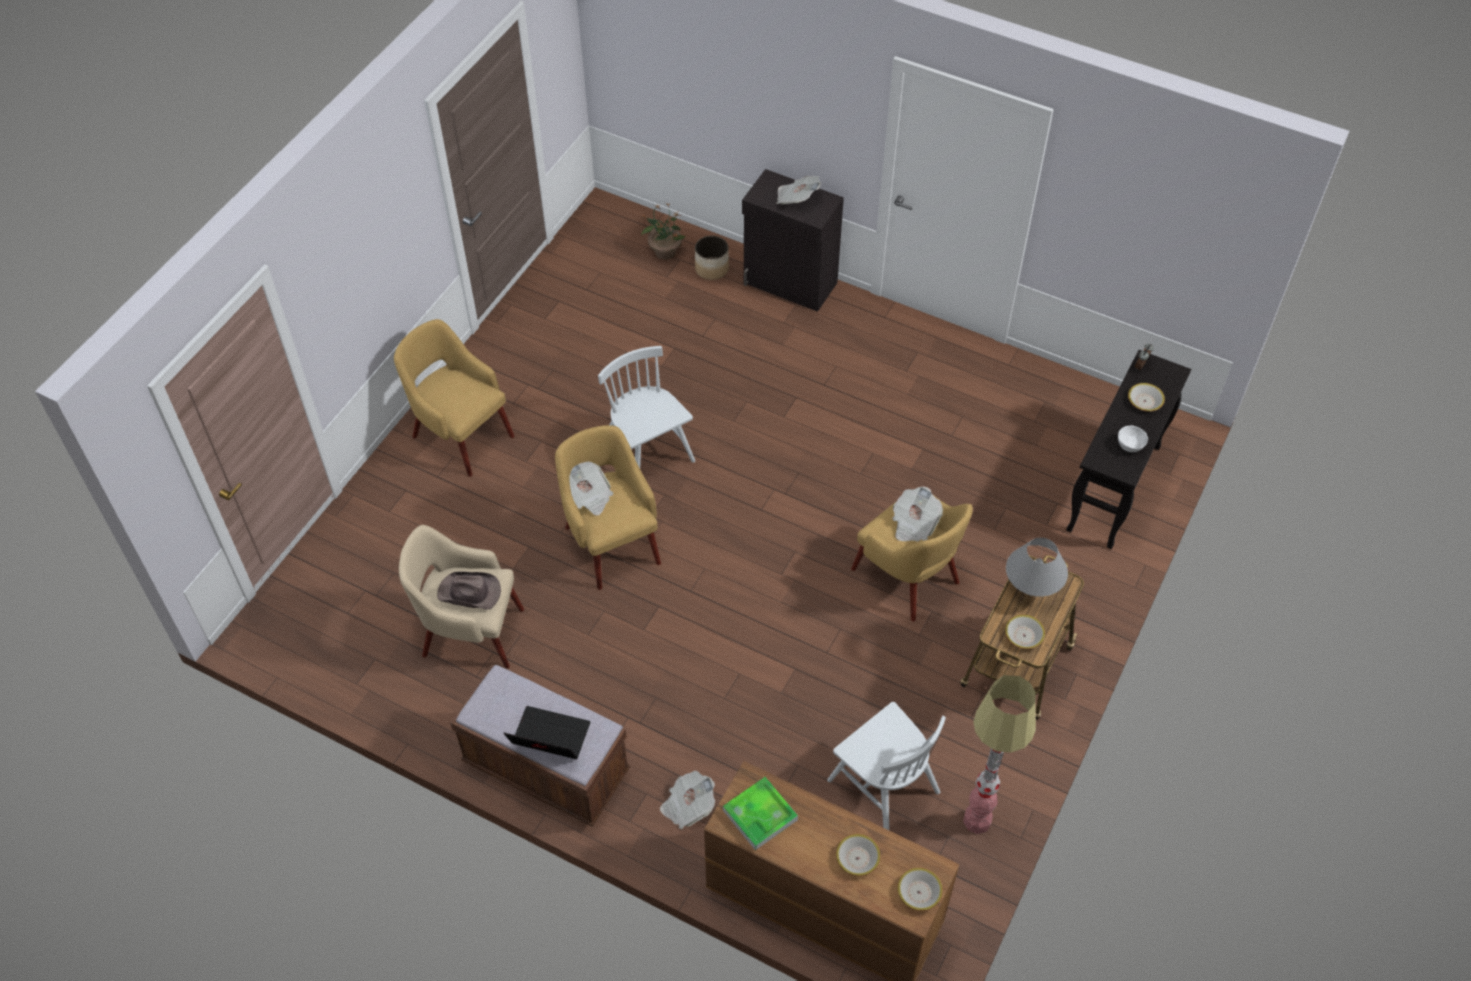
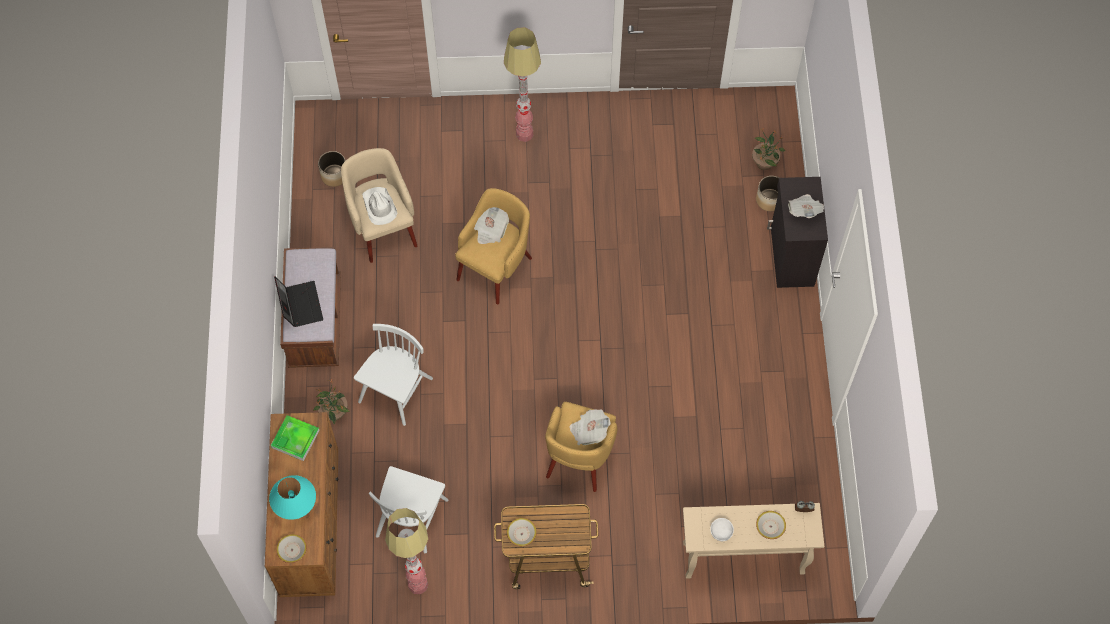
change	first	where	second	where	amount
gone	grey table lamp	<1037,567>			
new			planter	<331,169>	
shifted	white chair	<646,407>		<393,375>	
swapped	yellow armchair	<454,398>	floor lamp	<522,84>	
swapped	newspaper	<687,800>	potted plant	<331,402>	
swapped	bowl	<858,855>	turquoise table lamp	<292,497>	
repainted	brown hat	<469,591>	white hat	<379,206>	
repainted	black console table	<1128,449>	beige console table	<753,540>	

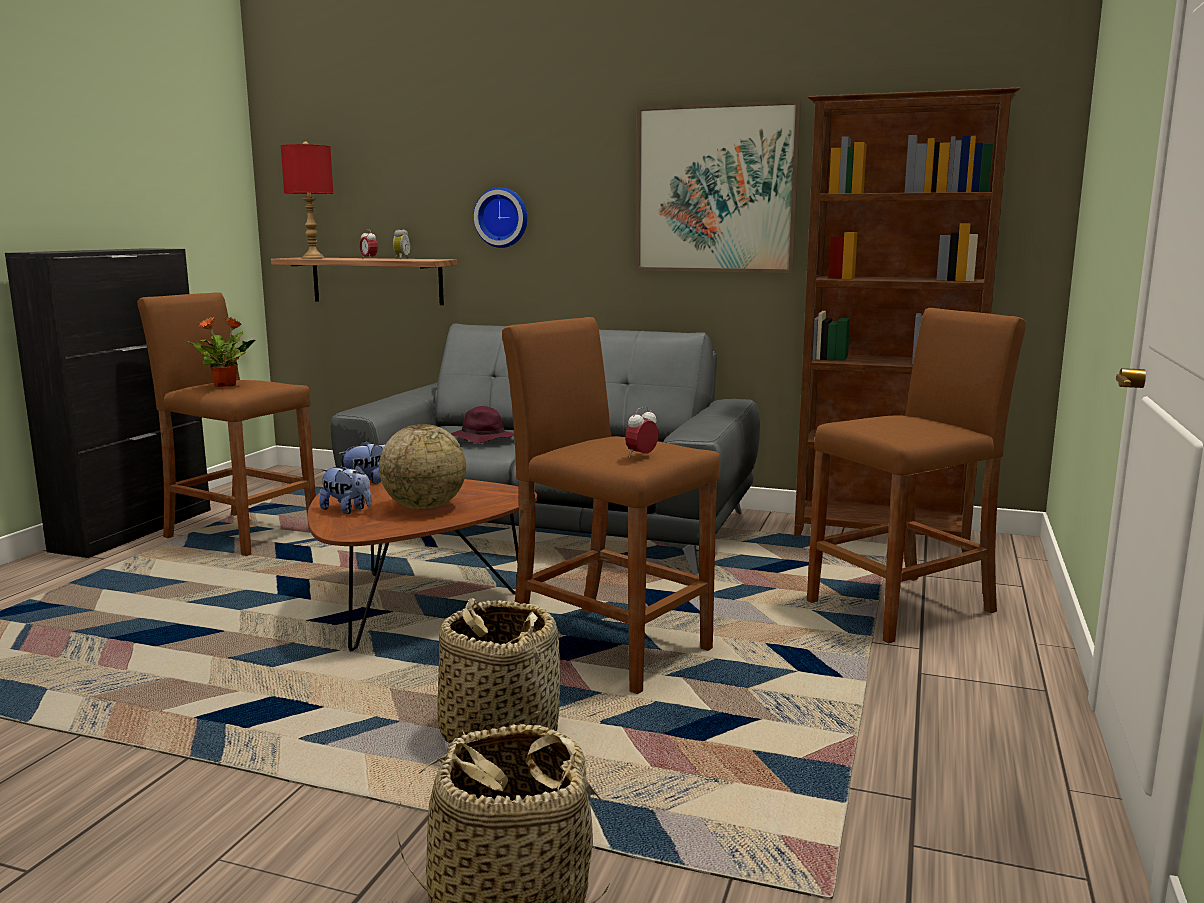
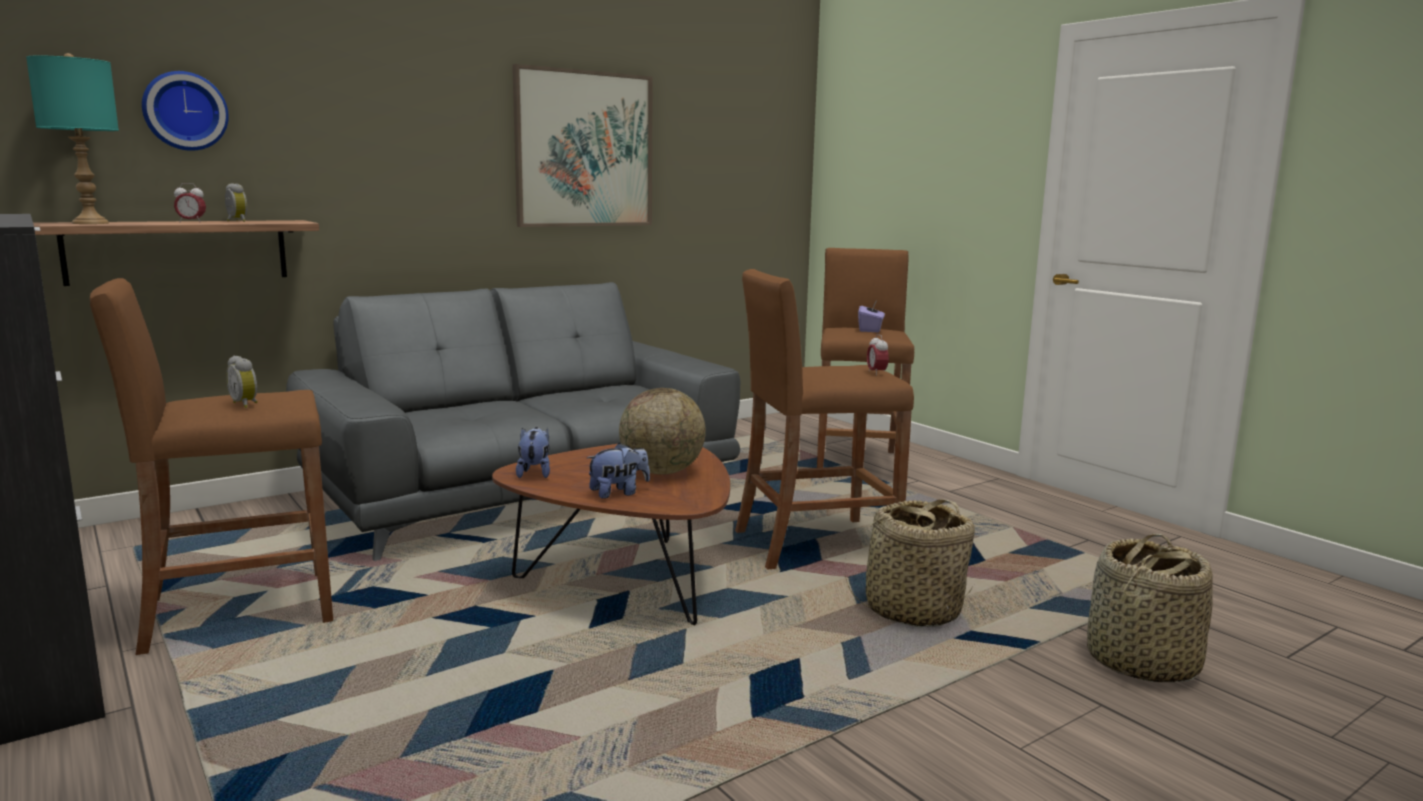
change	first	where	second	where	amount
gone	purple hat	<482,425>			
gone	brown bookcase	<907,320>			
new			purple tissue box	<871,315>	
shifted	wall clock	<501,217>		<185,111>	
swapped	potted plant	<221,352>	alarm clock	<242,382>	
repainted	red table lamp	<307,200>	turquoise table lamp	<72,138>	

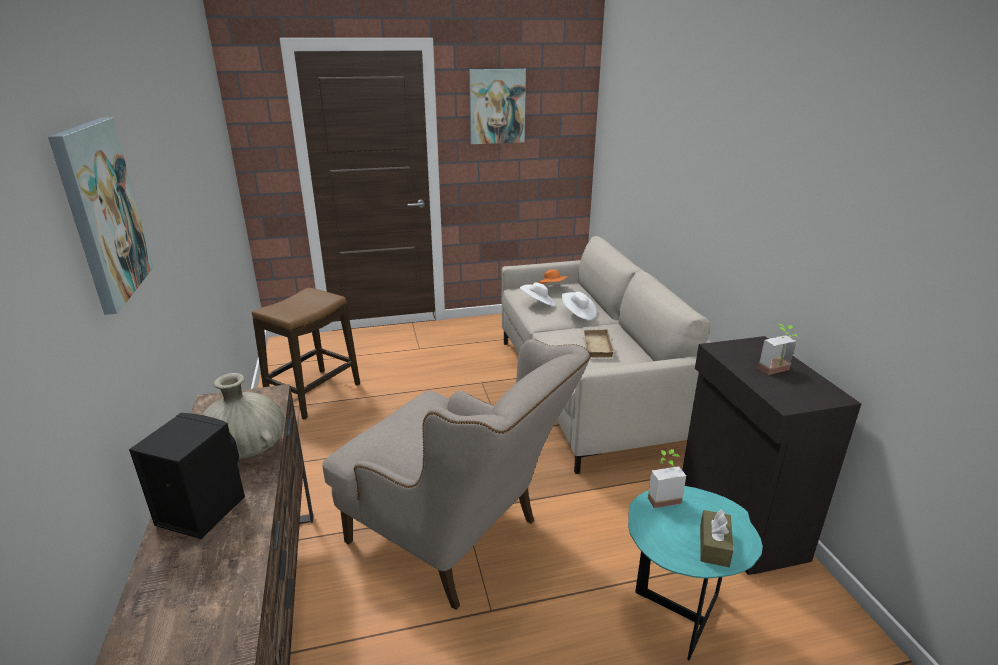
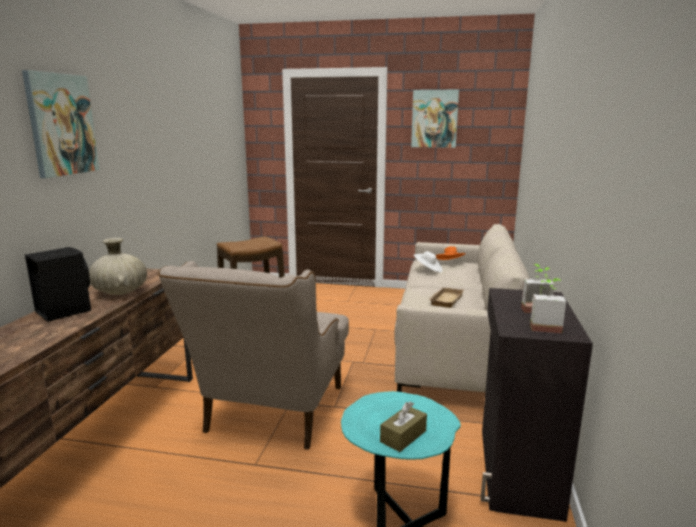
change	first	where	second	where	amount
gone	white hat	<579,306>			
shifted	potted plant	<667,478>		<548,306>	
rotated	beige armchair	<456,474>		<253,355>	45 degrees clockwise

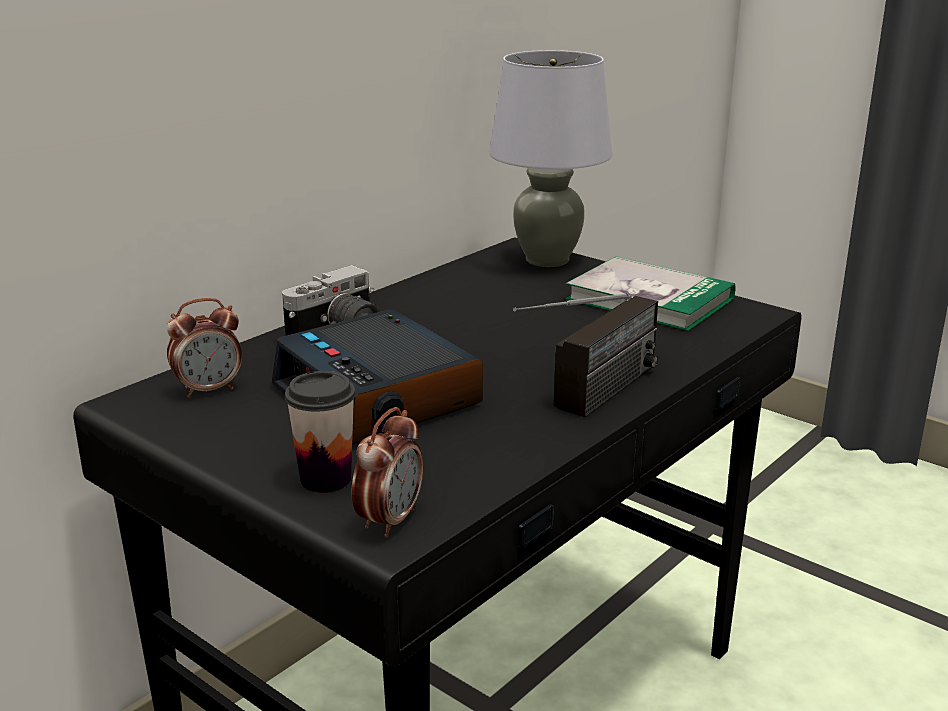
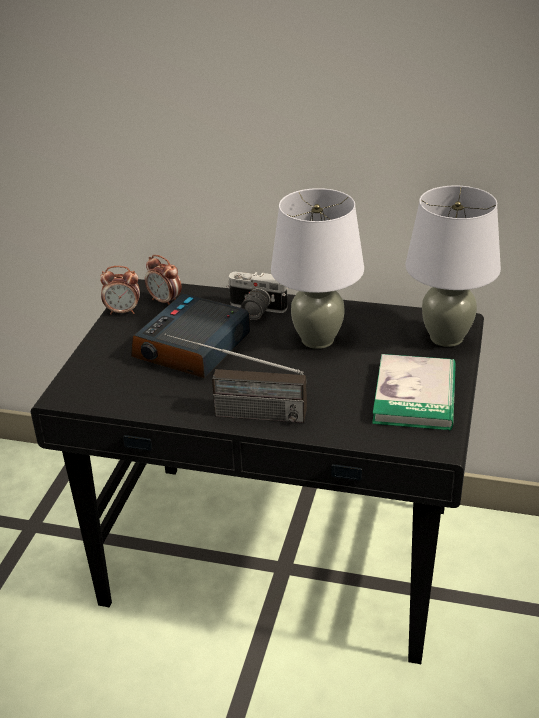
change	first	where	second	where	amount
gone	cup	<320,432>			
new			grey table lamp	<317,268>	
shifted	alarm clock	<387,472>		<120,290>	

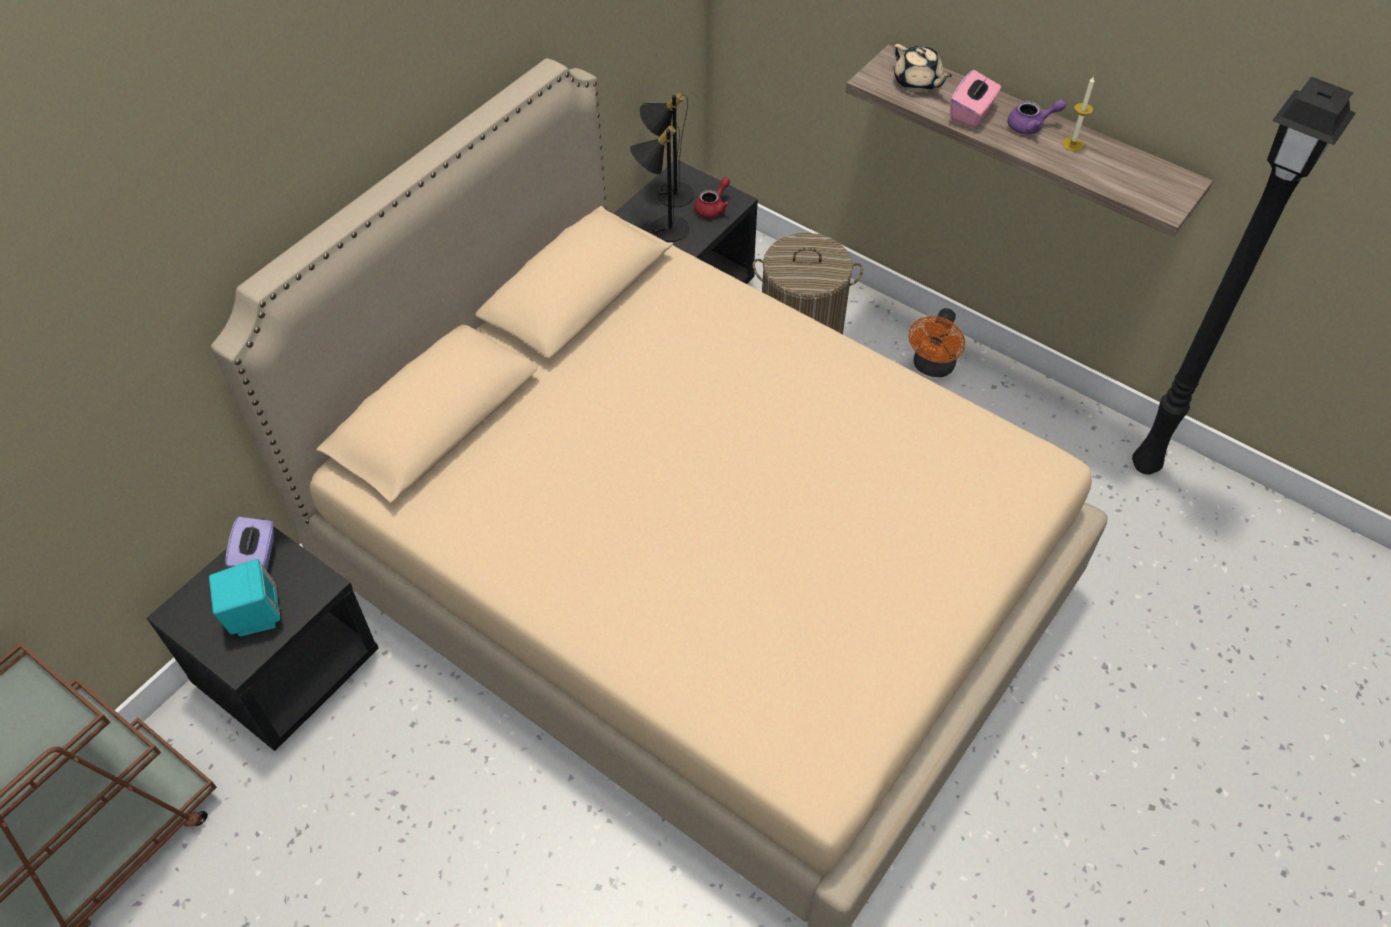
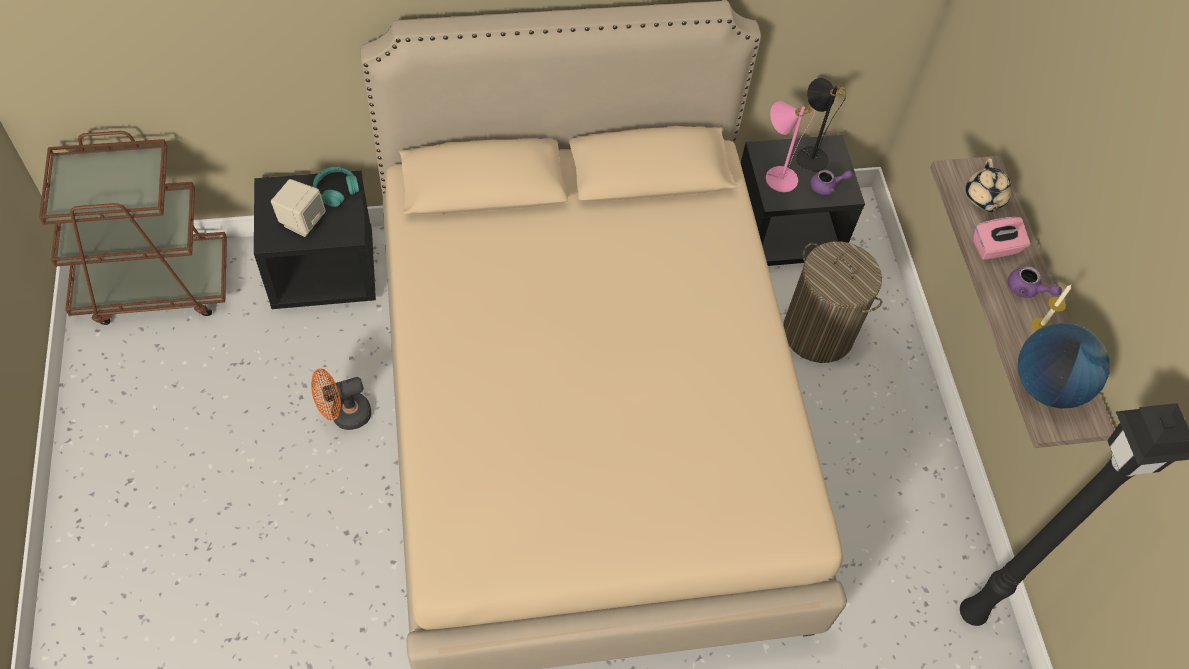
change	first	where	second	where	amount
new			globe	<1063,365>	
shifted	orange fan	<936,342>		<341,399>	
swapped	purple tissue box	<249,544>	turquoise headphones	<336,187>	
repainted	turquoise speaker	<244,597>	beige speaker	<298,208>	
repainted	black table lamp	<660,183>	pink table lamp	<790,146>	
repainted	red teapot	<712,197>	purple teapot	<831,182>	

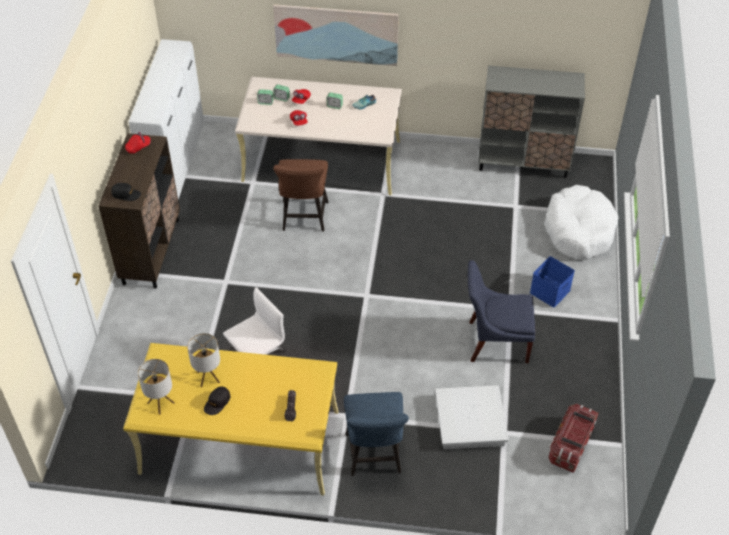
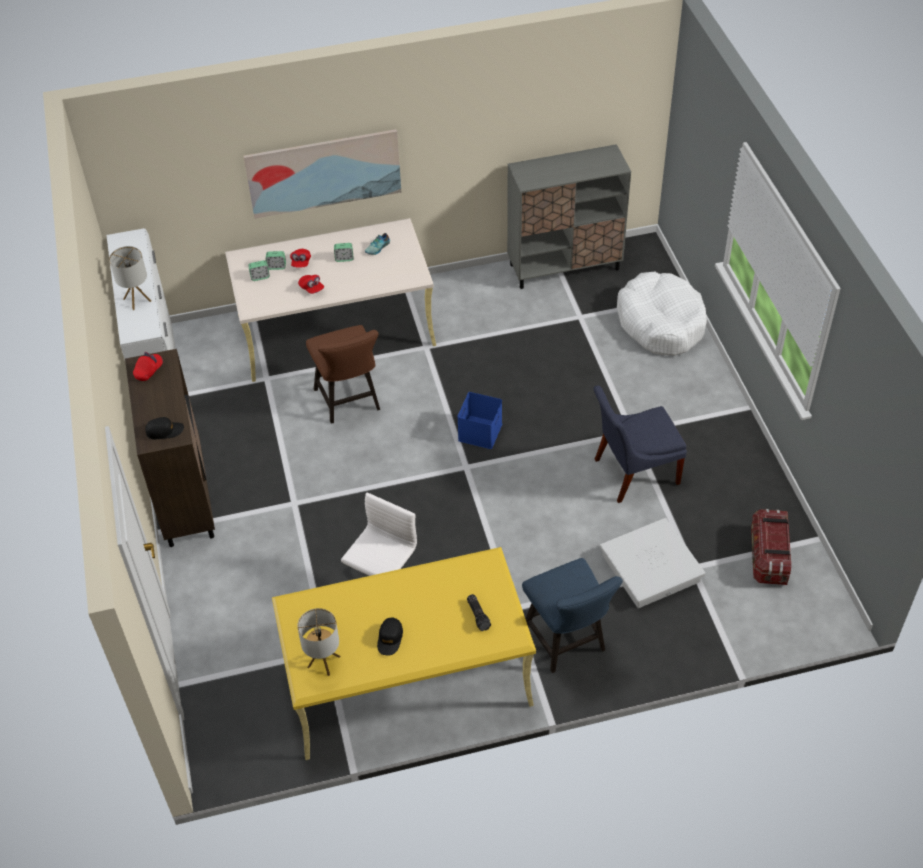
change	first	where	second	where	amount
shifted	table lamp	<203,360>		<130,278>	
shifted	blue storage box	<552,282>		<479,420>	

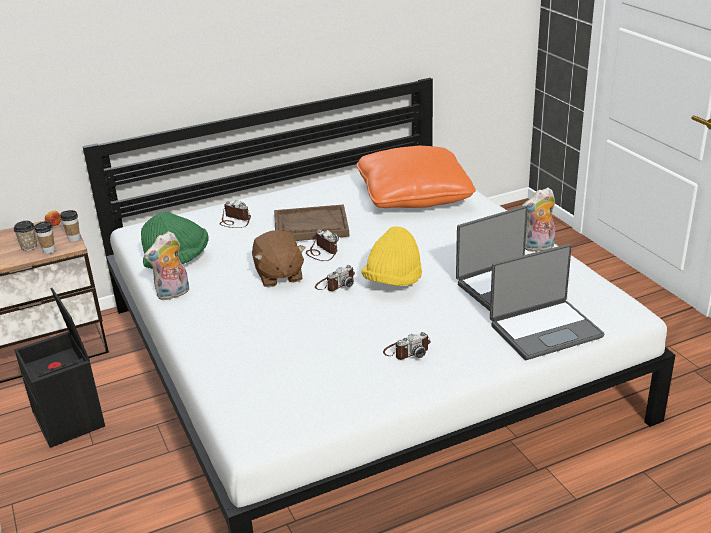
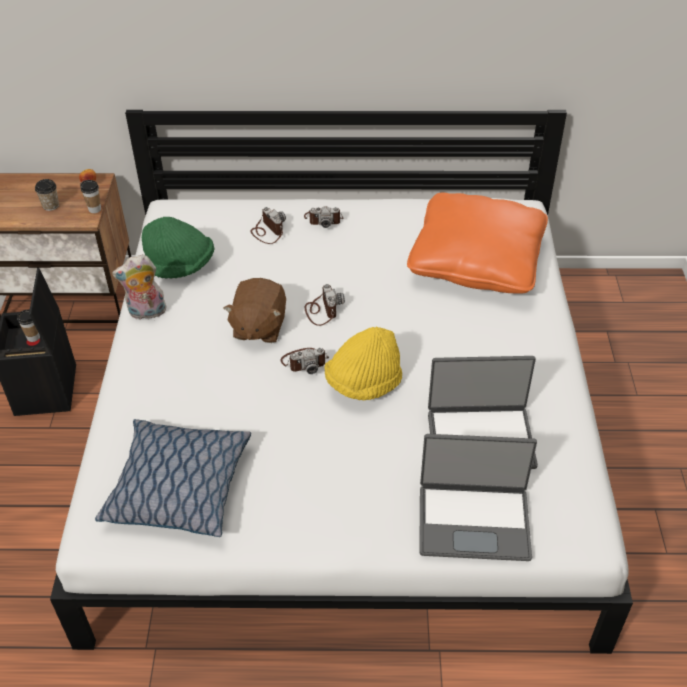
change	first	where	second	where	amount
gone	brown tray	<311,222>			
gone	plush toy	<538,220>			
new			pillow	<173,478>	
shifted	cup	<44,237>		<28,326>	
shifted	photo camera	<407,346>		<324,217>	

